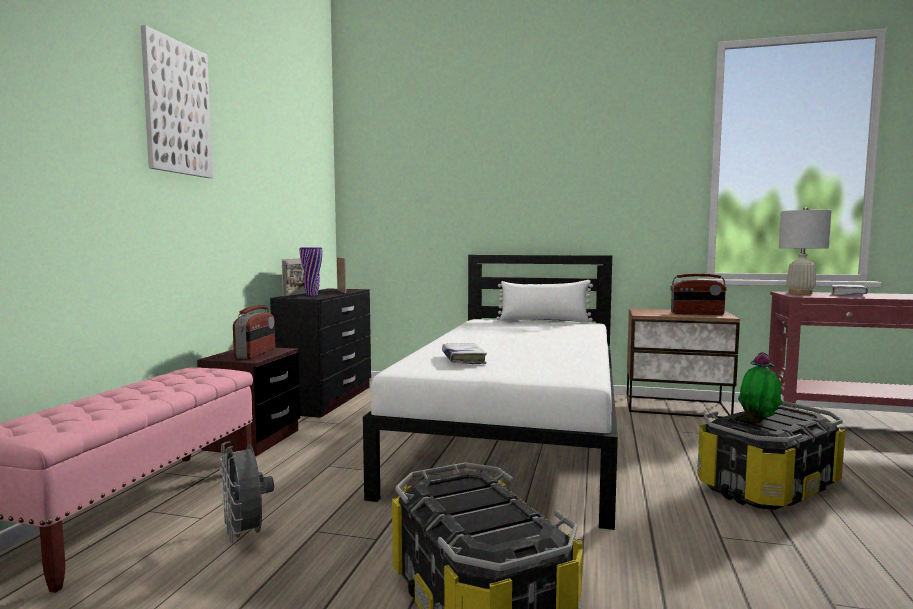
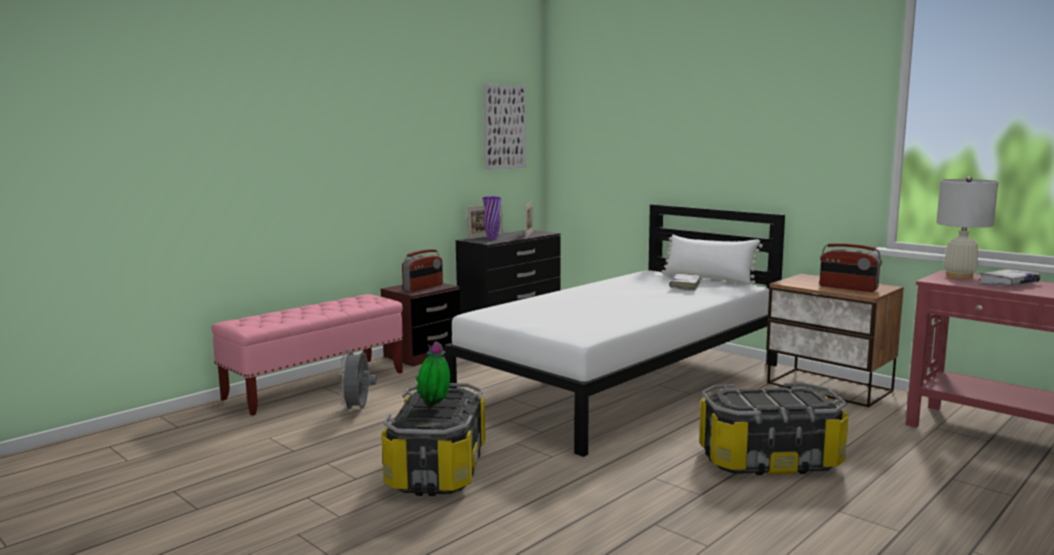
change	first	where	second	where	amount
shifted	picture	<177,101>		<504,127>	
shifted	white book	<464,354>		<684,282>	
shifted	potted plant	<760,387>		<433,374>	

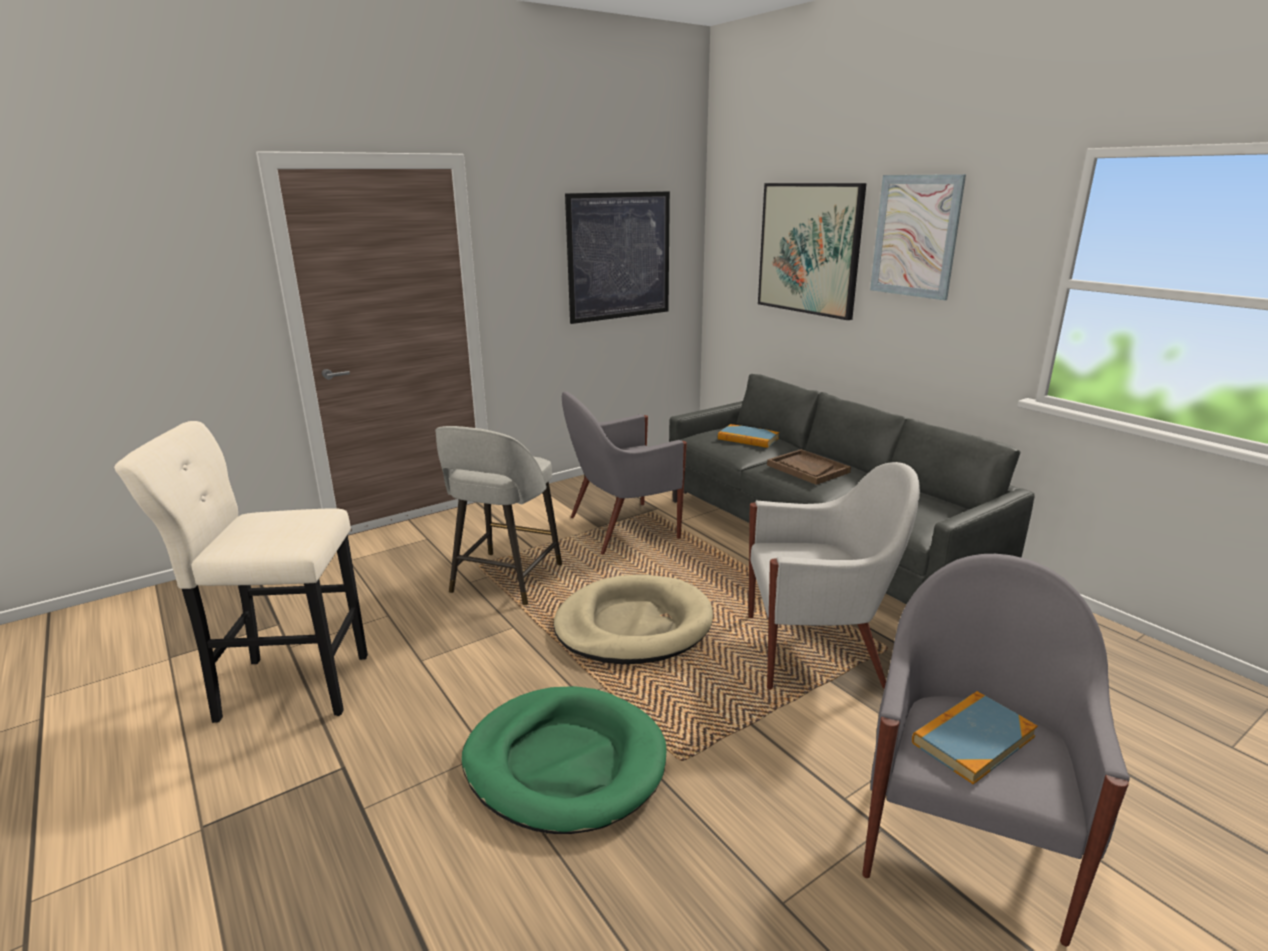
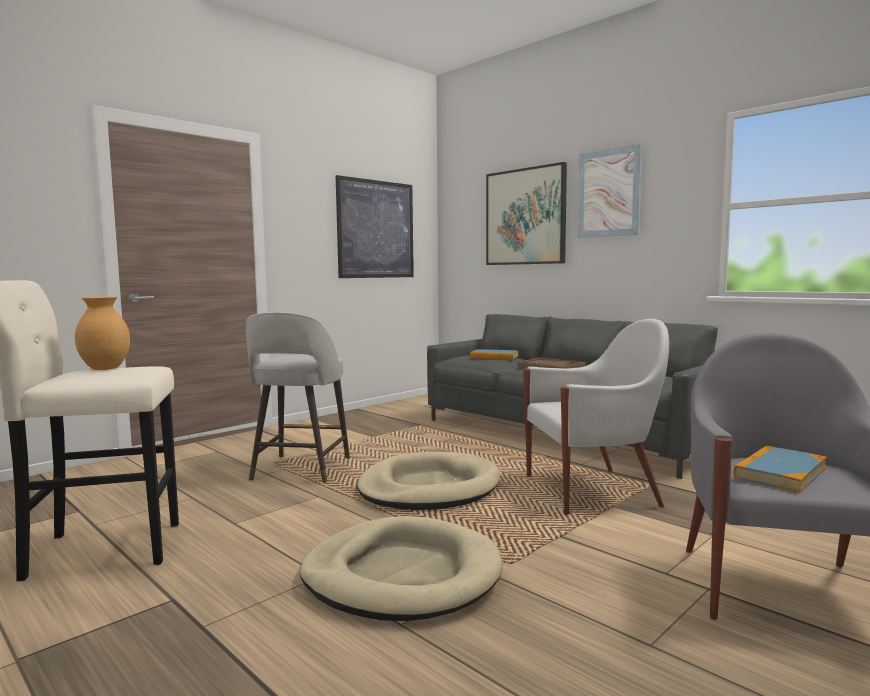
change	first	where	second	where	amount
gone	grey armchair	<624,473>			
new			brown vase	<102,333>	
repainted	green dog bed	<564,760>	beige dog bed	<401,568>	

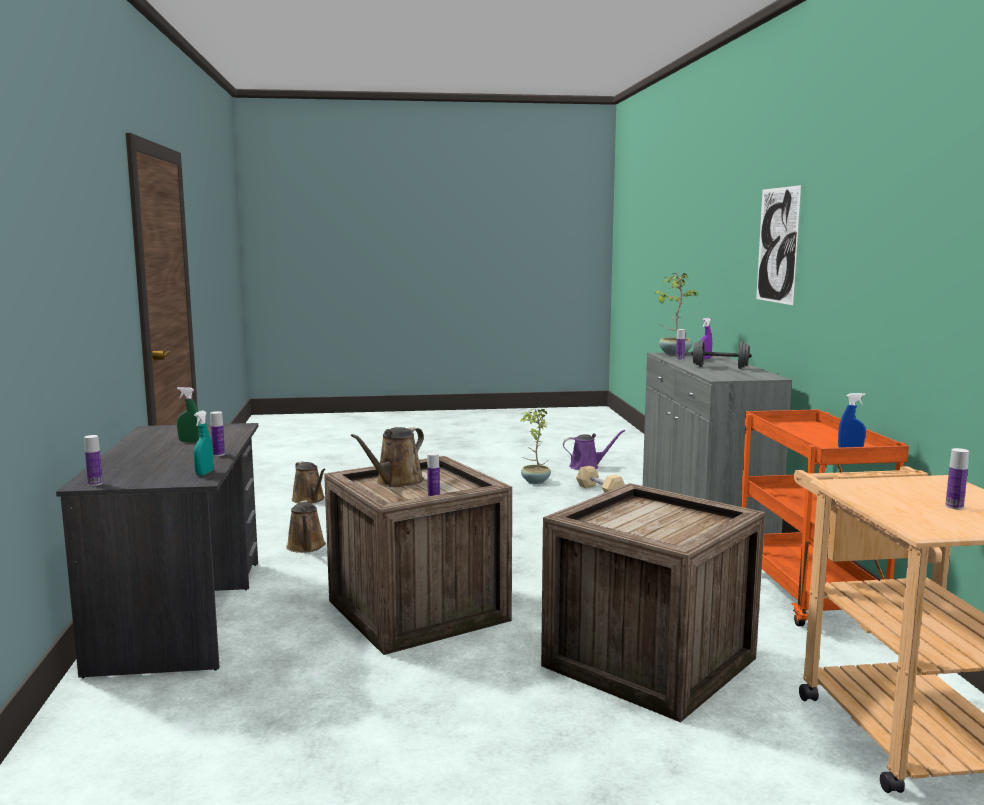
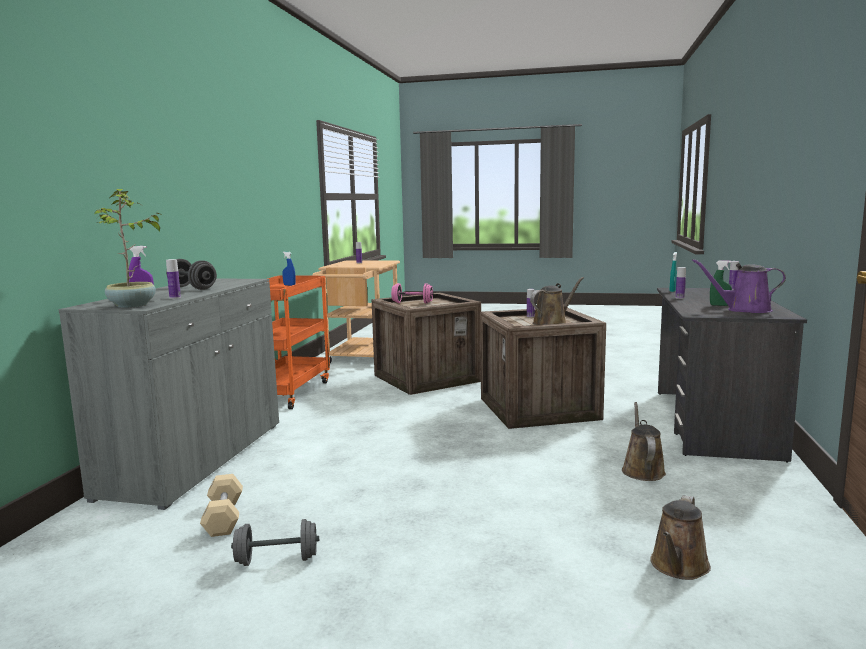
change	first	where	second	where	amount
gone	picture	<778,245>			
new			pink dumbbell	<412,293>	
shifted	purple watering can	<594,450>		<739,286>	
swapped	potted plant	<535,446>	grey dumbbell	<275,542>	
rotated	brown watering can	<309,482>		<680,537>	135 degrees counterclockwise

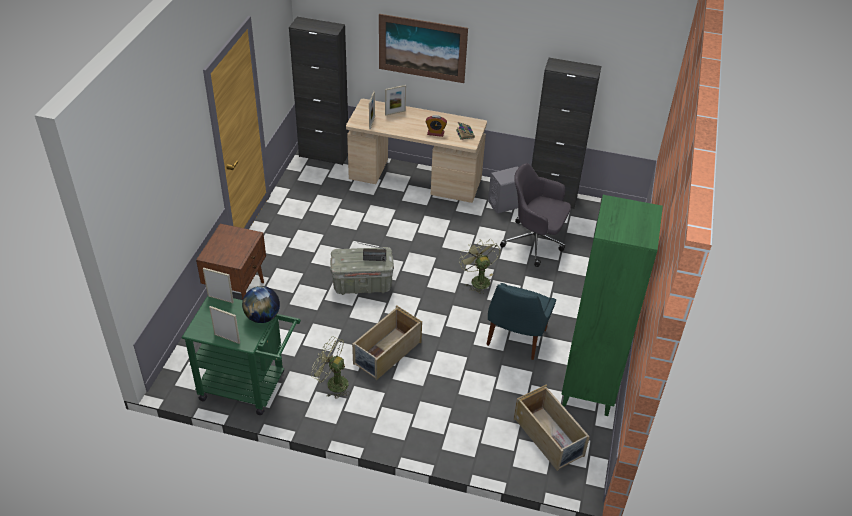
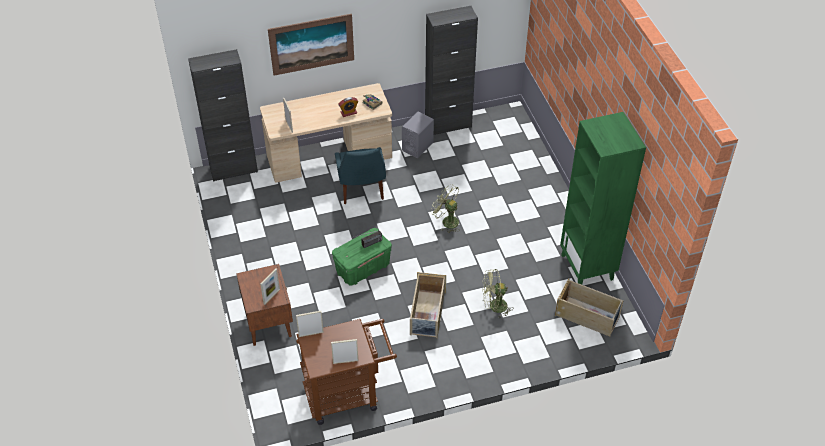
change	first	where	second	where	amount
gone	globe	<261,304>			
gone	grey office chair	<535,215>			
shifted	green fan	<331,367>		<496,293>	
shifted	picture frame	<395,100>		<270,287>	
shifted	blue chair	<521,321>		<360,175>	
repainted	green cart	<241,355>	brown cart	<346,372>	
repainted	grey storage box	<362,271>	green storage box	<362,257>	

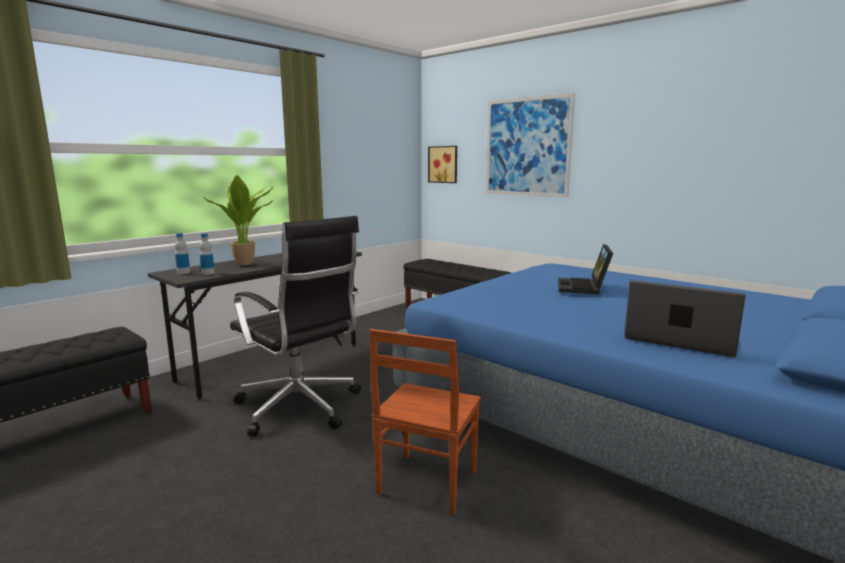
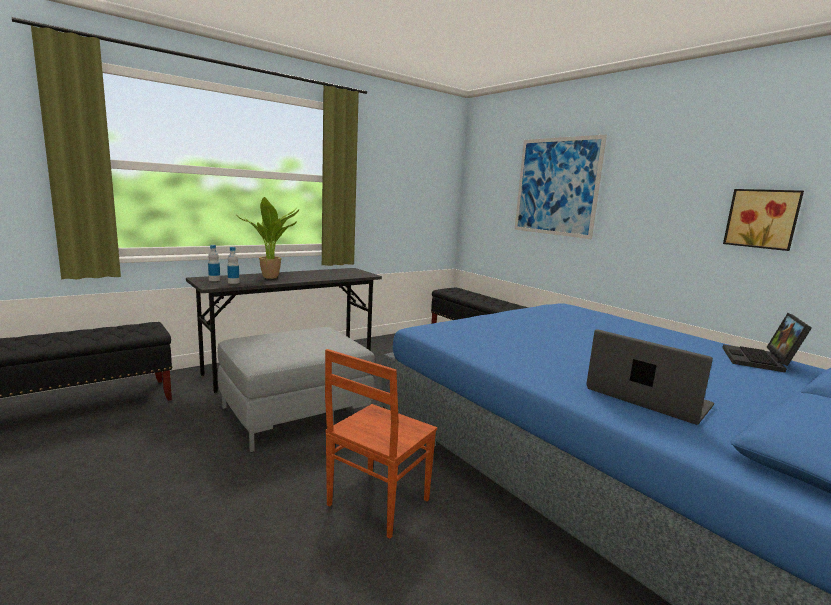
change	first	where	second	where	amount
shifted	picture	<442,164>		<763,220>	
shifted	laptop	<585,269>		<767,343>	
swapped	black office chair	<295,326>	grey ottoman	<296,389>	

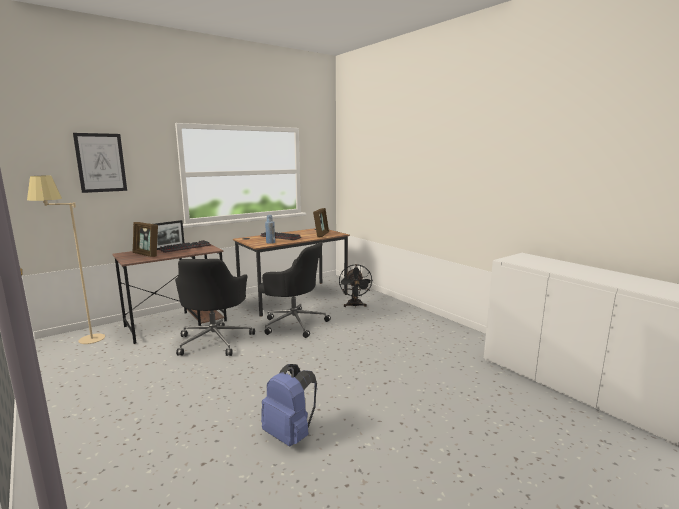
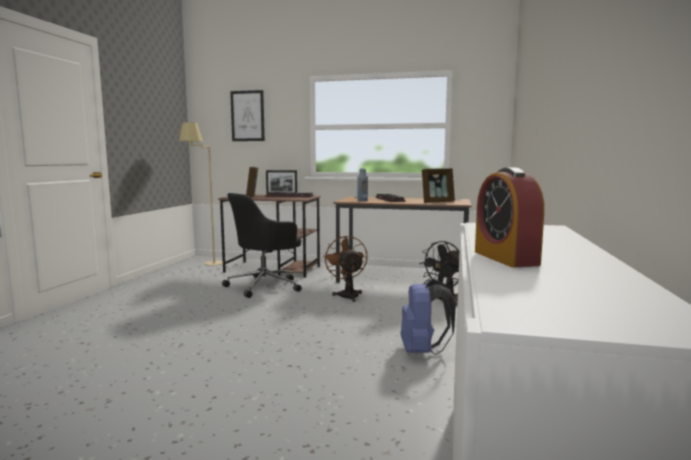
change	first	where	second	where	amount
new			alarm clock	<509,217>	
shifted	blue backpack	<289,405>		<428,317>	
swapped	black office chair	<295,290>	brown fan	<345,269>	

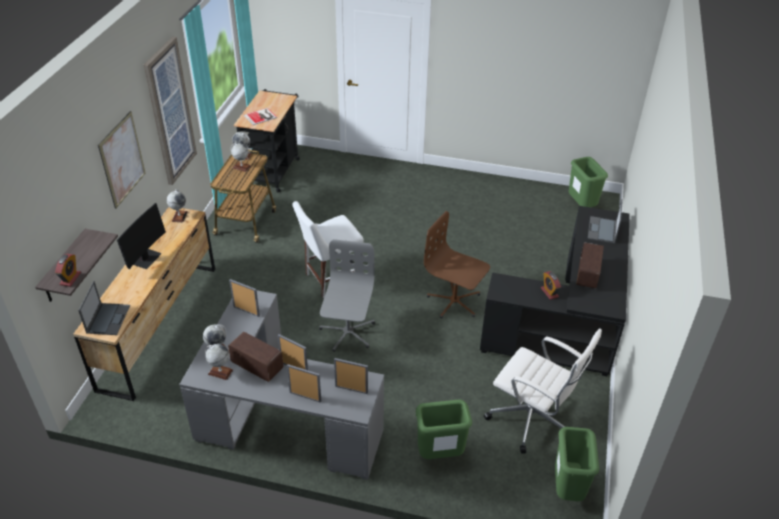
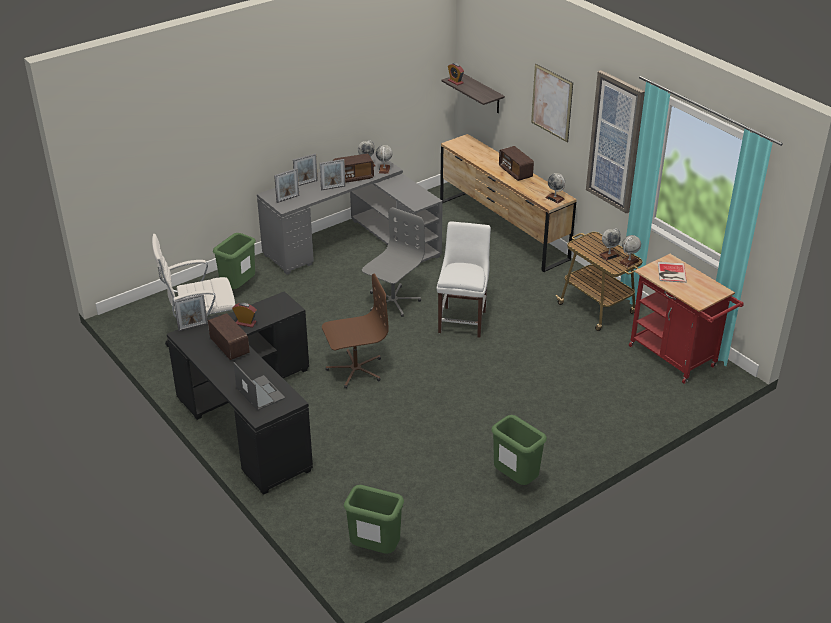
change	first	where	second	where	amount
gone	laptop	<104,308>			
shifted	picture frame	<244,298>		<191,312>	
shifted	green trash can	<577,464>		<519,450>	
swapped	monitor	<141,236>	radio	<516,163>	
repainted	black cart	<267,141>	red cart	<686,319>	
rotated	grey office chair	<347,295>		<393,262>	105 degrees counterclockwise

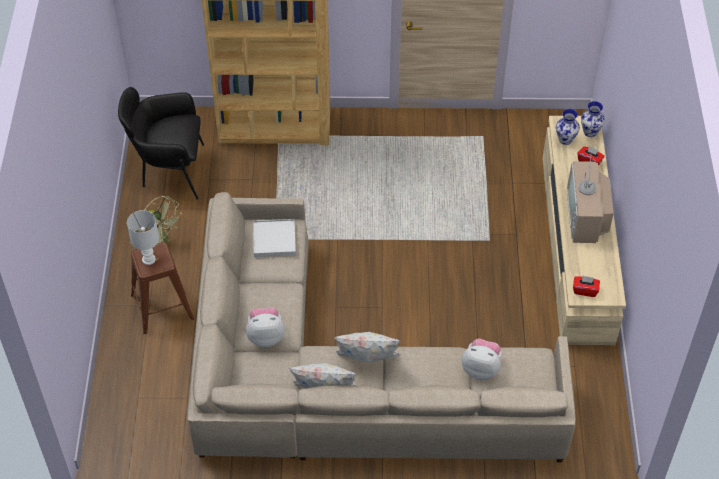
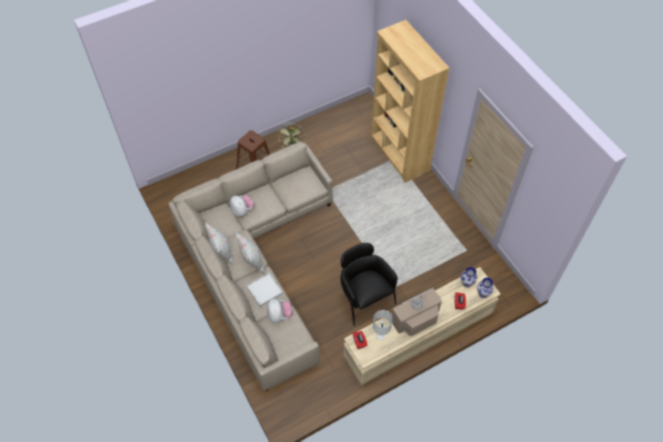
change	first	where	second	where	amount
shifted	black armchair	<161,143>		<369,284>	
shifted	white table lamp	<143,237>		<383,325>	
shifted	white tray	<274,238>		<264,290>	

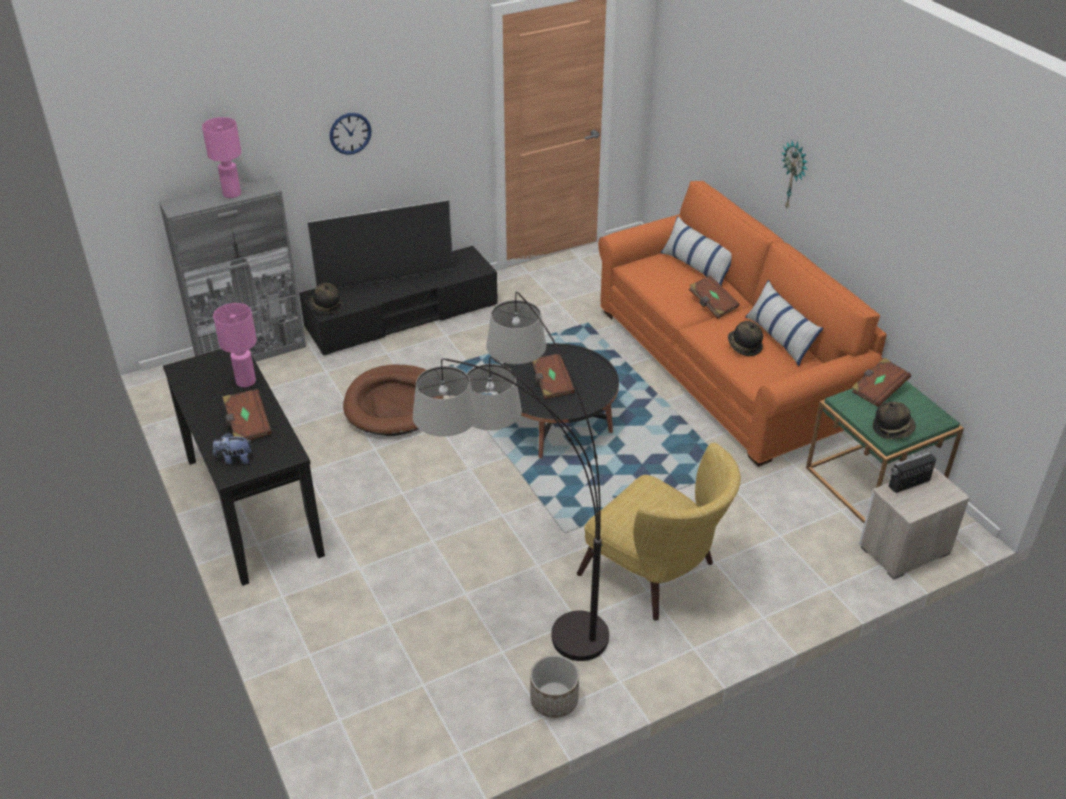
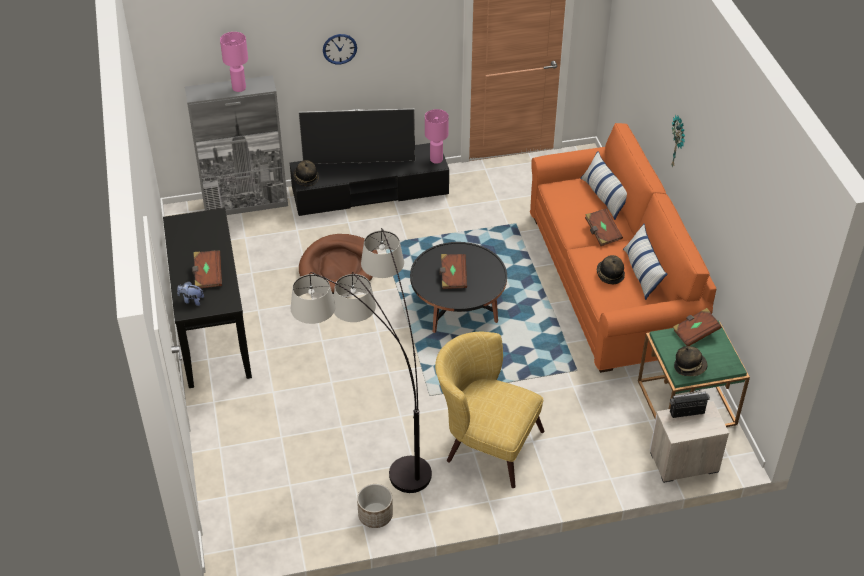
change	first	where	second	where	amount
shifted	pink table lamp	<235,345>		<437,136>	
rotated	yellow armchair	<659,531>		<490,410>	150 degrees clockwise

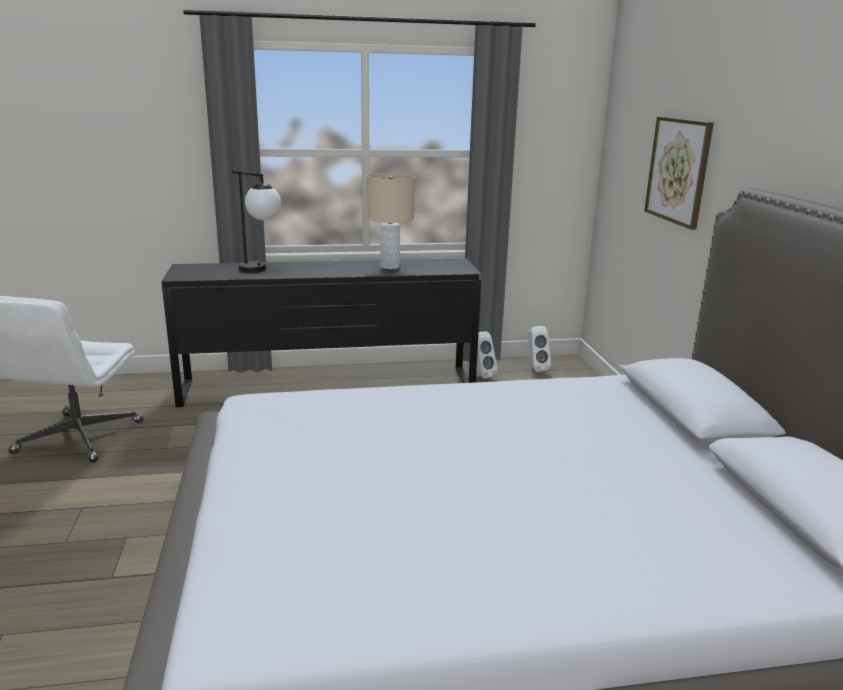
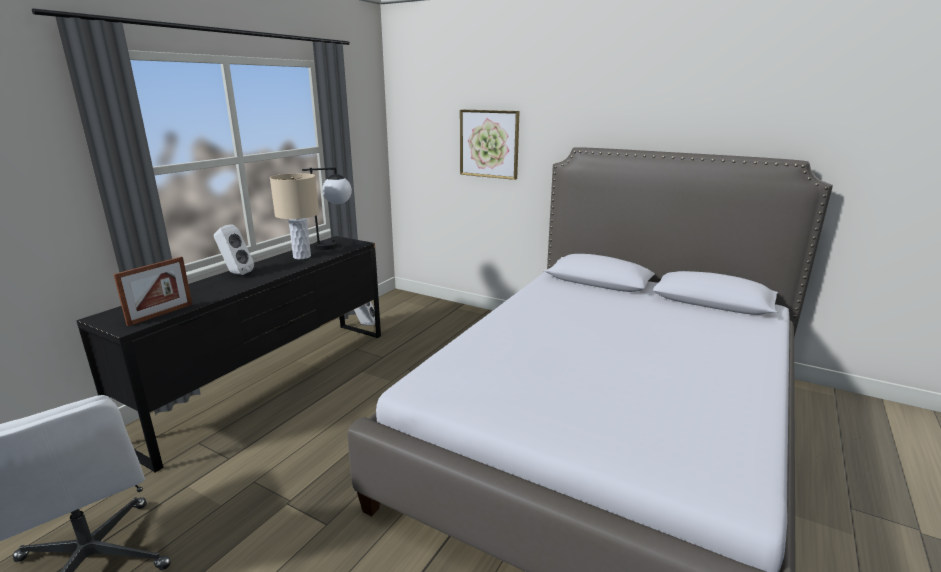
change	first	where	second	where	amount
new			picture frame	<153,291>	
shifted	table lamp	<256,222>		<327,208>	
shifted	white speaker	<539,349>		<234,249>	

